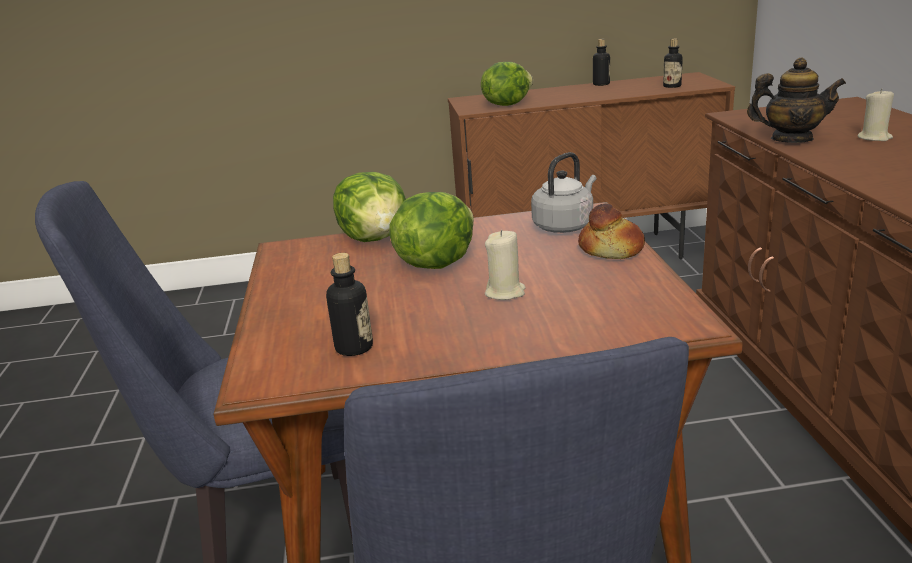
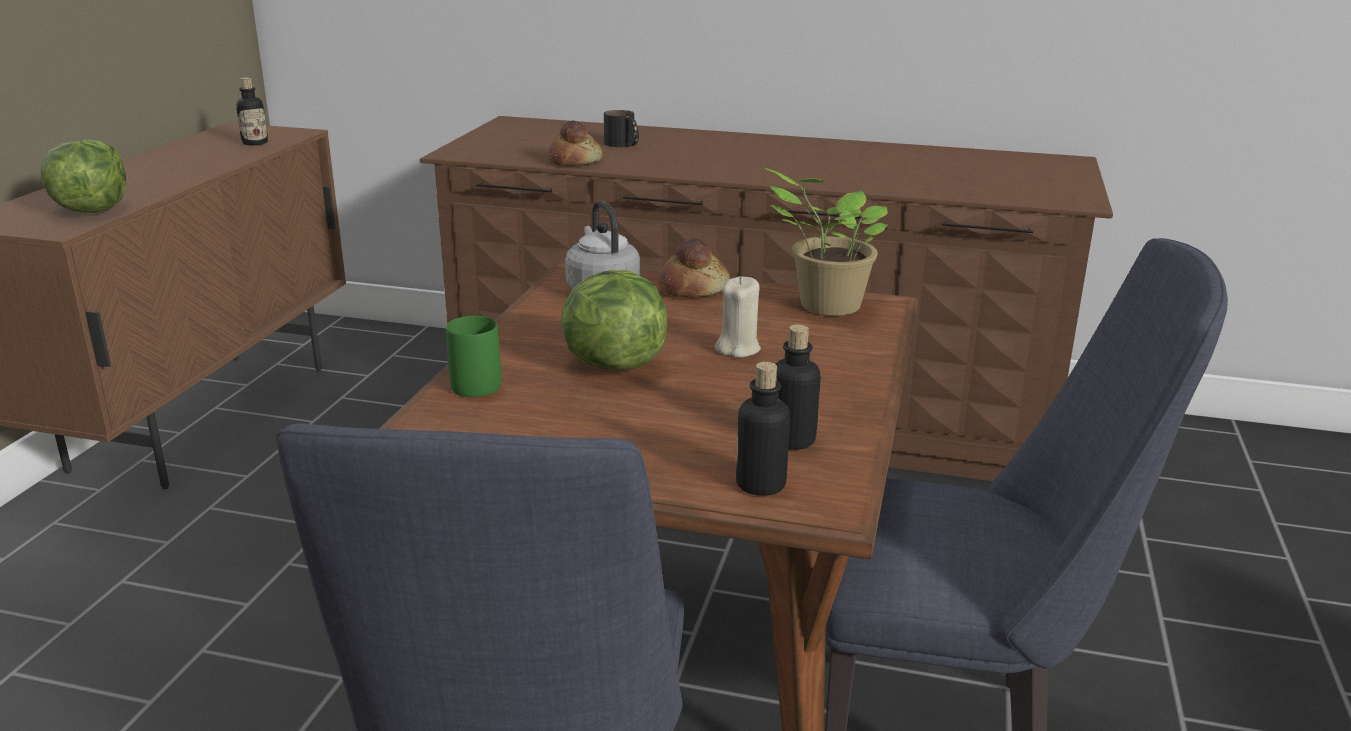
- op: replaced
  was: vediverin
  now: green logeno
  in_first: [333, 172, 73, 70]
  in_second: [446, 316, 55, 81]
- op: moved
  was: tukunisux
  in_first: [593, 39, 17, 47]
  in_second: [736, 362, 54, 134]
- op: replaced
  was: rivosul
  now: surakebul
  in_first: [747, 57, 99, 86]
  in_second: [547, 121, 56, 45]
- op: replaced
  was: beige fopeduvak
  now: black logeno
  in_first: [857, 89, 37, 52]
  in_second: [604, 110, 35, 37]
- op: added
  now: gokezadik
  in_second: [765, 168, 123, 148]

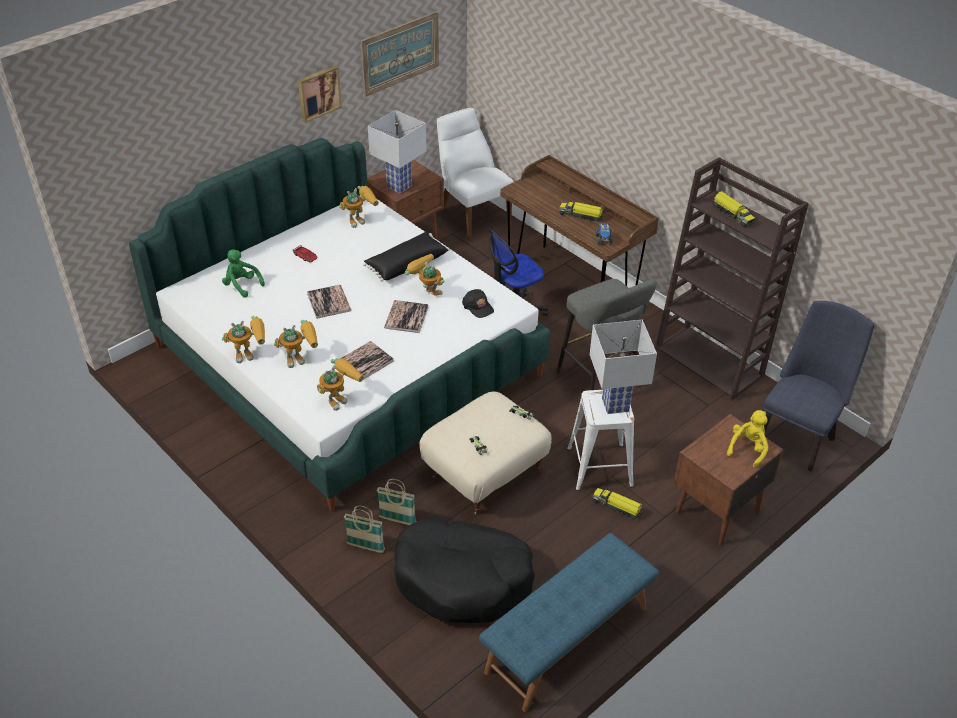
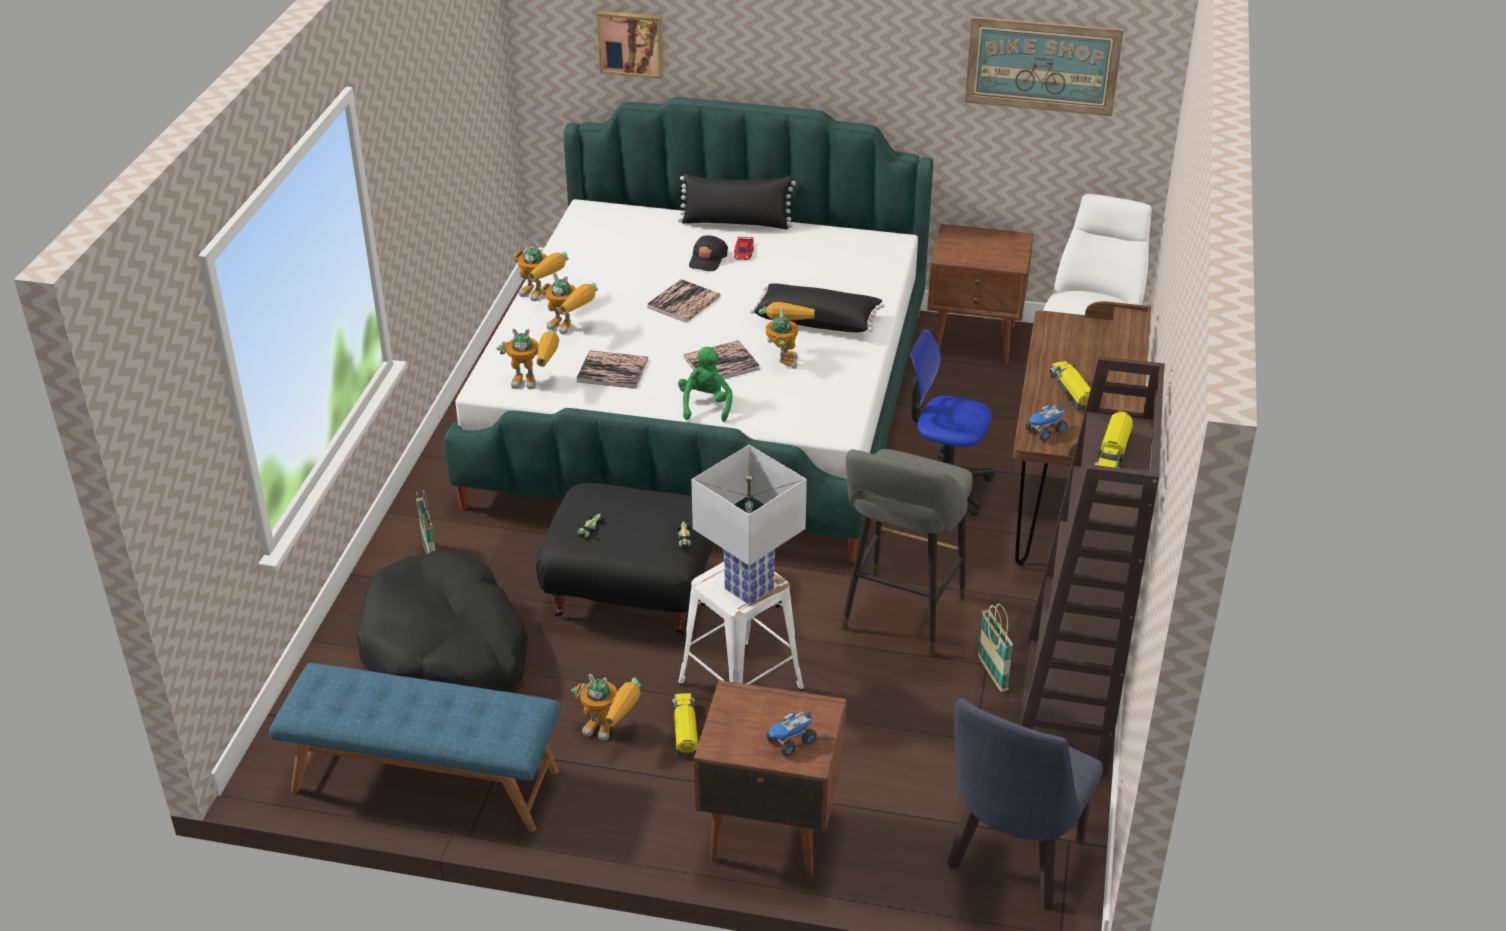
- op: moved
  was: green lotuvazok
  in_first: [222, 249, 43, 49]
  in_second: [678, 347, 54, 75]
- op: moved
  was: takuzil
  in_first: [298, 66, 44, 57]
  in_second: [597, 11, 66, 68]
- op: moved
  was: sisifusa
  in_first: [339, 186, 40, 42]
  in_second: [571, 674, 70, 67]
- op: removed
  was: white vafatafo
  in_first: [368, 110, 59, 84]
- op: moved
  was: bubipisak
  in_first: [377, 479, 39, 46]
  in_second: [978, 603, 35, 89]
- op: recoloured
  was: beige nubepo
  now: black nubepo
  in_first: [419, 392, 133, 123]
  in_second: [536, 483, 178, 152]
- op: moved
  was: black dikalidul
  in_first: [462, 289, 32, 29]
  in_second: [689, 235, 39, 36]
- op: replaced
  was: yellow lotuvazok
  now: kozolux
  in_first: [727, 410, 41, 58]
  in_second: [766, 710, 51, 46]
- op: turned
  was: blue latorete
  in_first: [764, 301, 110, 171]
  in_second: [947, 698, 156, 211]
  clockwise: 120
- op: added
  now: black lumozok
  in_second: [678, 174, 118, 55]

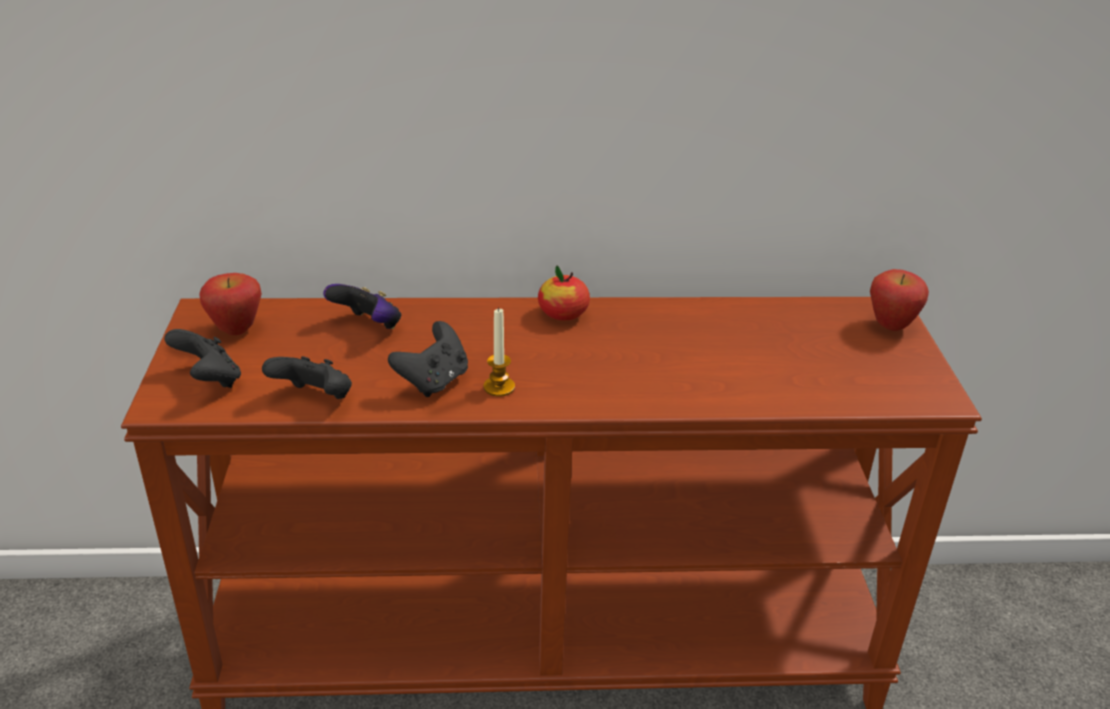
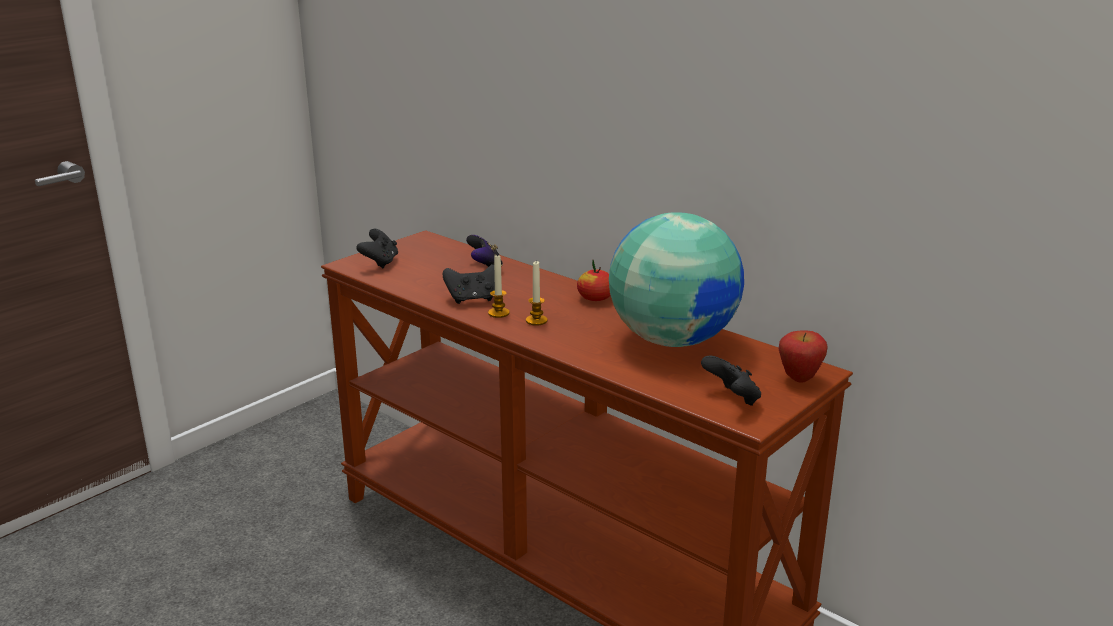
- op: removed
  was: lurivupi
  in_first: [199, 273, 63, 62]
- op: moved
  was: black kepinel
  in_first: [262, 356, 90, 43]
  in_second: [701, 356, 60, 50]
- op: added
  now: fopeduvak
  in_second: [526, 261, 22, 65]
- op: added
  now: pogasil
  in_second: [609, 212, 135, 135]

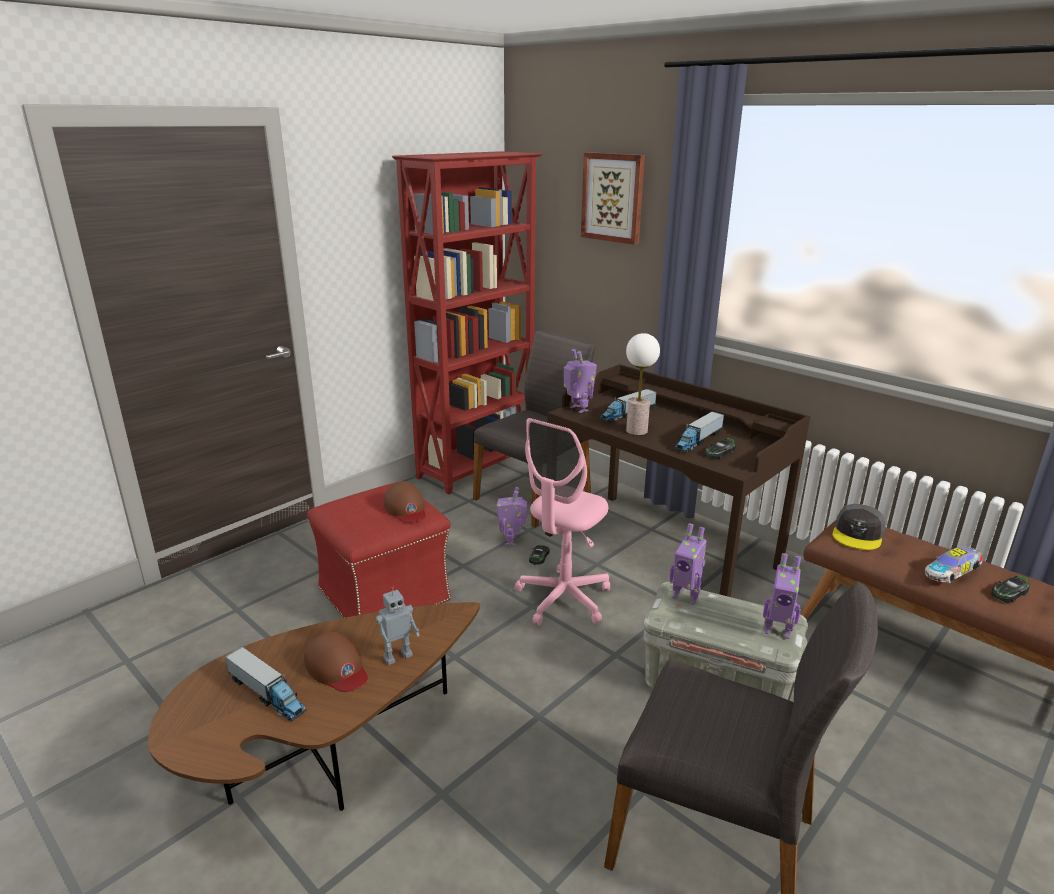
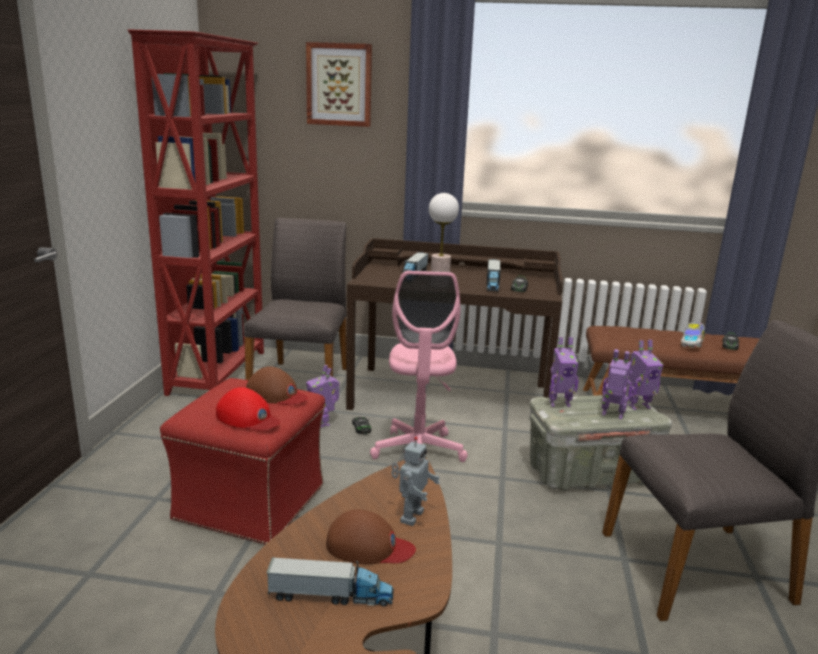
- op: moved
  was: sisifusa
  in_first: [564, 349, 33, 64]
  in_second: [602, 349, 30, 70]
- op: removed
  was: grey dikalidul
  in_first: [832, 504, 54, 46]
- op: added
  now: red dikalidul
  in_second: [216, 387, 64, 44]

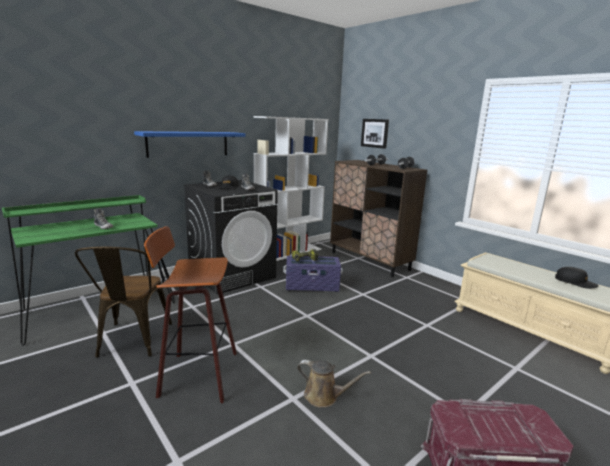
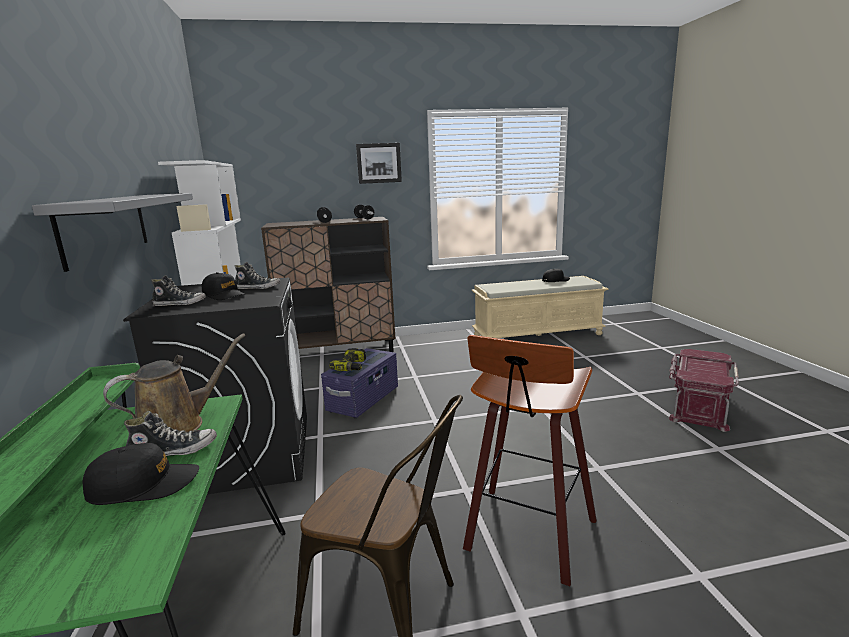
- op: recoloured
  was: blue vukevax
  now: grey vukevax
  in_first: [134, 131, 112, 27]
  in_second: [32, 193, 161, 79]
- op: moved
  was: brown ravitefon
  in_first: [297, 360, 74, 48]
  in_second: [103, 333, 143, 99]
- op: moved
  was: takuzil
  in_first: [361, 119, 28, 30]
  in_second: [356, 143, 46, 41]
- op: added
  now: black dikalidul
  in_second: [83, 443, 116, 62]

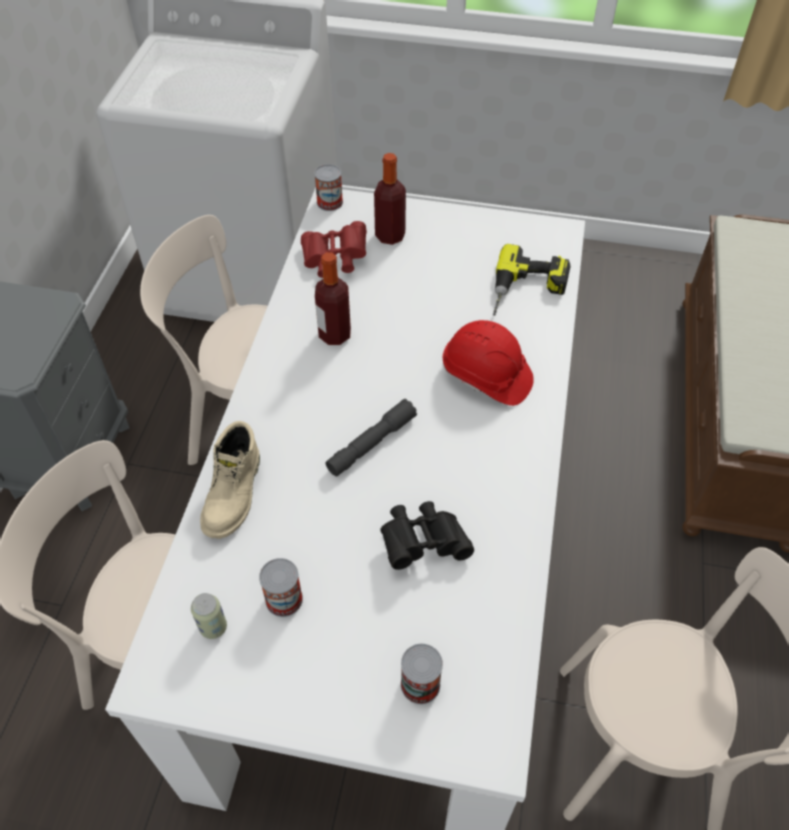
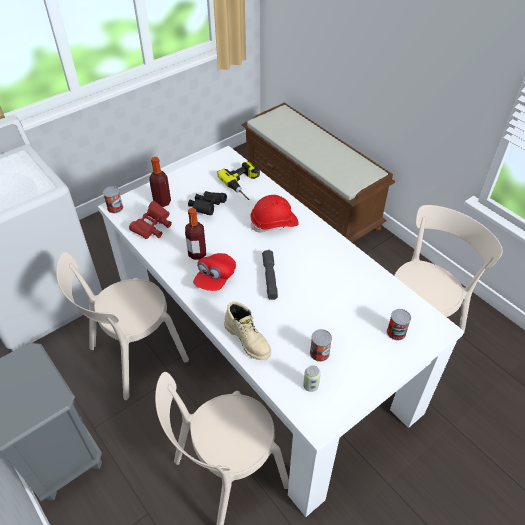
- op: moved
  was: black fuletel
  in_first: [380, 501, 94, 69]
  in_second: [188, 191, 39, 24]
- op: added
  now: red dikalidul
  in_second: [193, 253, 43, 38]

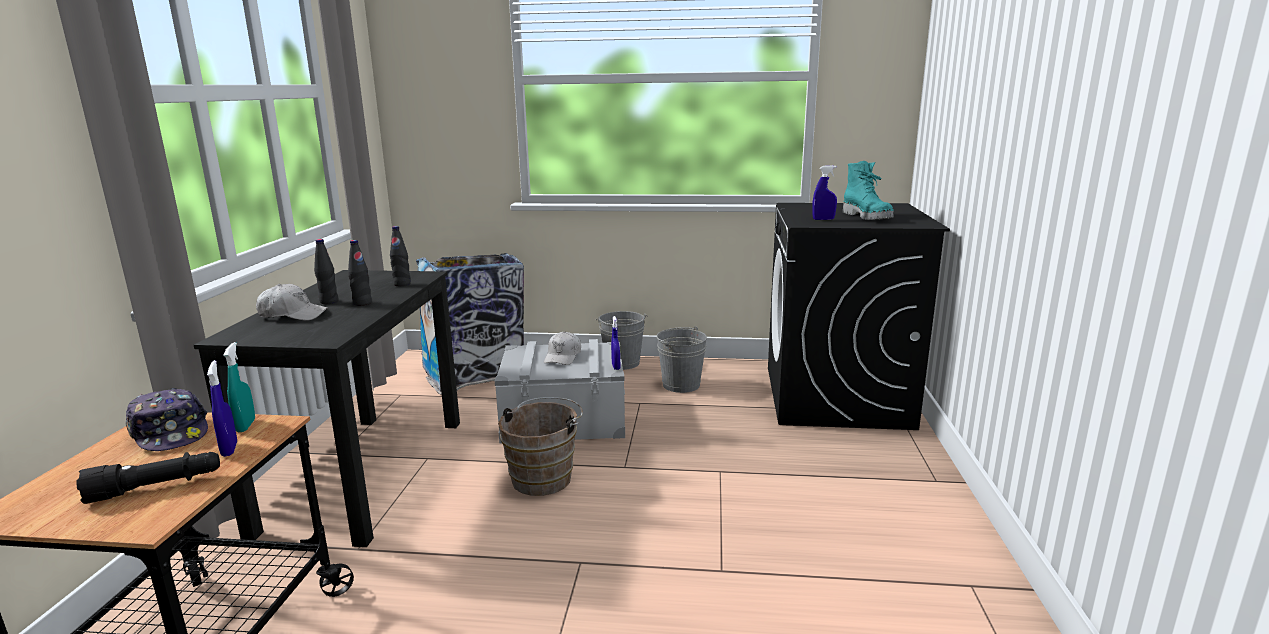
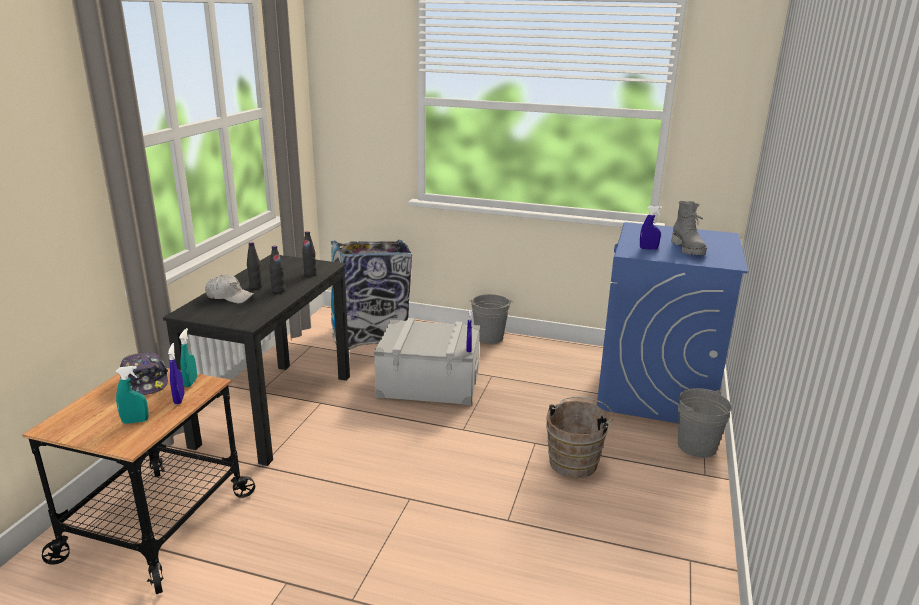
- op: replaced
  was: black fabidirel
  now: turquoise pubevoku
  in_first: [77, 452, 143, 52]
  in_second: [116, 366, 33, 58]
- op: moved
  was: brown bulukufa
  in_first: [498, 397, 85, 99]
  in_second: [546, 397, 68, 81]
- op: removed
  was: white dikalidul
  in_first: [544, 332, 37, 33]
- op: moved
  was: grey bulukufa
  in_first: [656, 326, 51, 67]
  in_second: [678, 388, 54, 70]
- op: recoloured
  was: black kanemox
  now: blue kanemox
  in_first: [768, 203, 182, 227]
  in_second: [597, 222, 151, 201]
- op: recoloured
  was: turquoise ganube
  now: grey ganube
  in_first: [843, 161, 51, 59]
  in_second: [671, 201, 36, 54]

